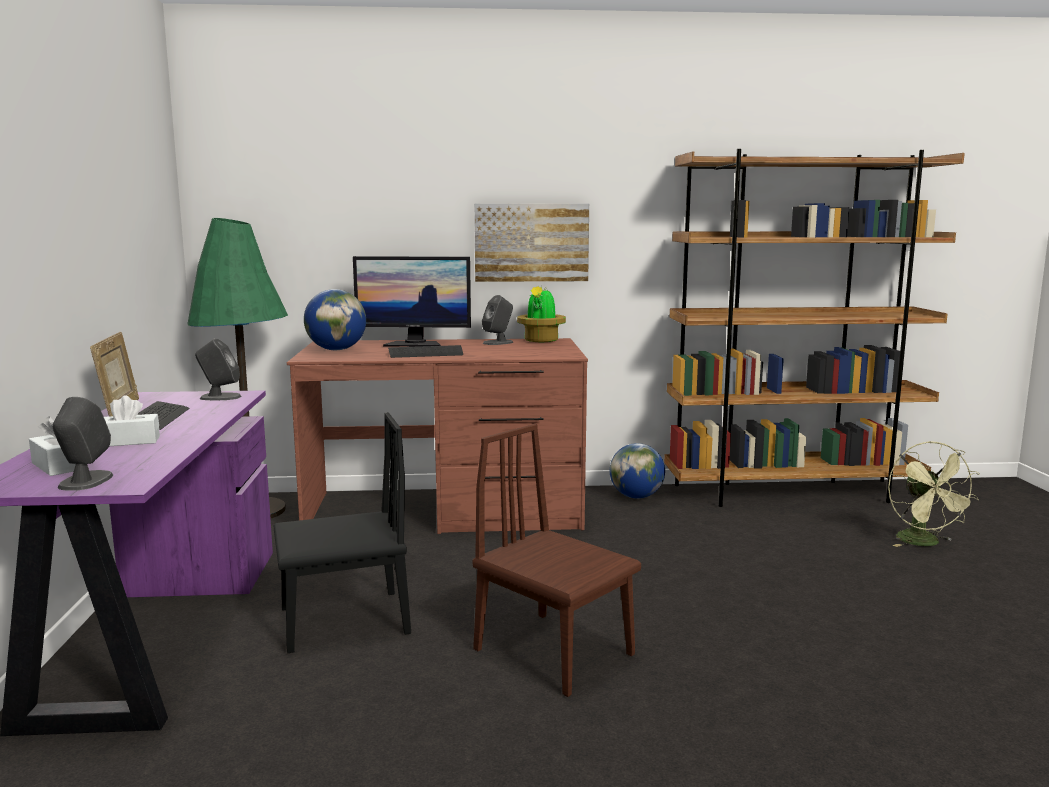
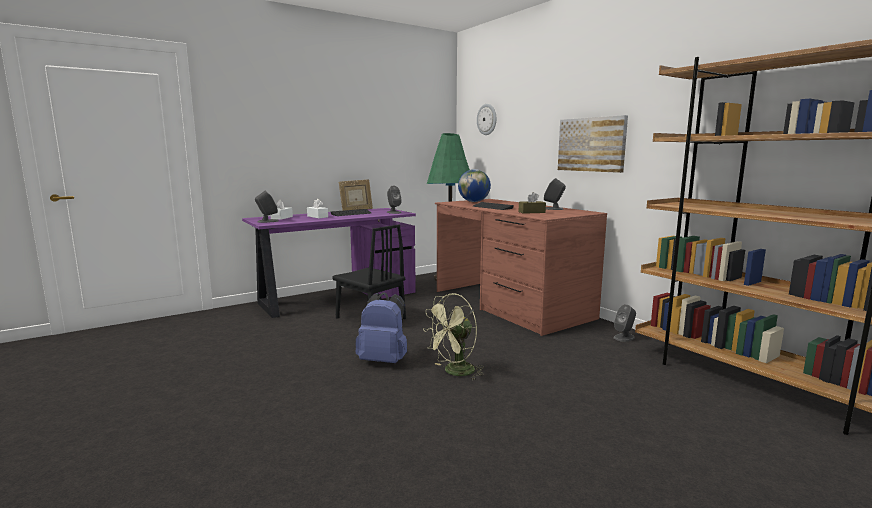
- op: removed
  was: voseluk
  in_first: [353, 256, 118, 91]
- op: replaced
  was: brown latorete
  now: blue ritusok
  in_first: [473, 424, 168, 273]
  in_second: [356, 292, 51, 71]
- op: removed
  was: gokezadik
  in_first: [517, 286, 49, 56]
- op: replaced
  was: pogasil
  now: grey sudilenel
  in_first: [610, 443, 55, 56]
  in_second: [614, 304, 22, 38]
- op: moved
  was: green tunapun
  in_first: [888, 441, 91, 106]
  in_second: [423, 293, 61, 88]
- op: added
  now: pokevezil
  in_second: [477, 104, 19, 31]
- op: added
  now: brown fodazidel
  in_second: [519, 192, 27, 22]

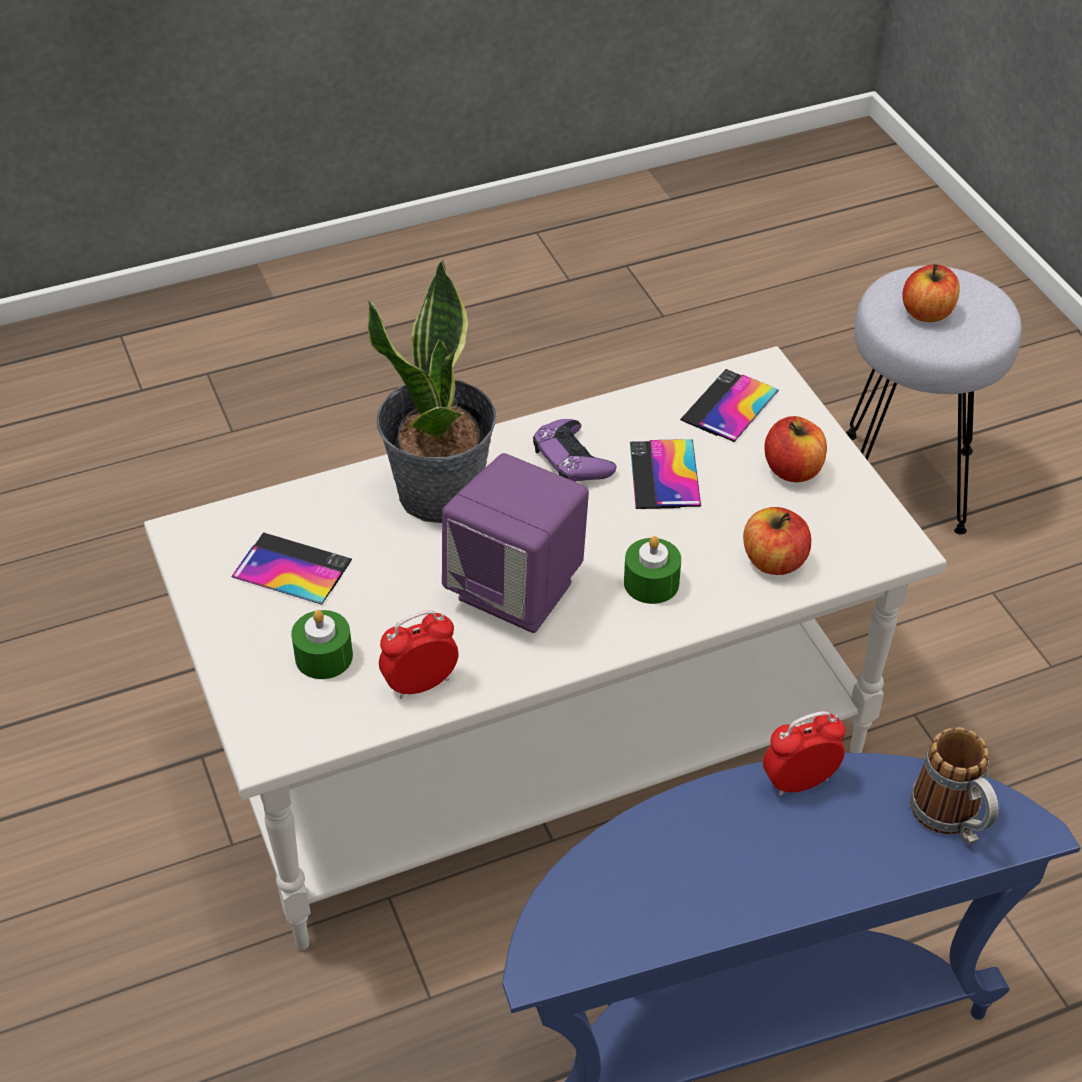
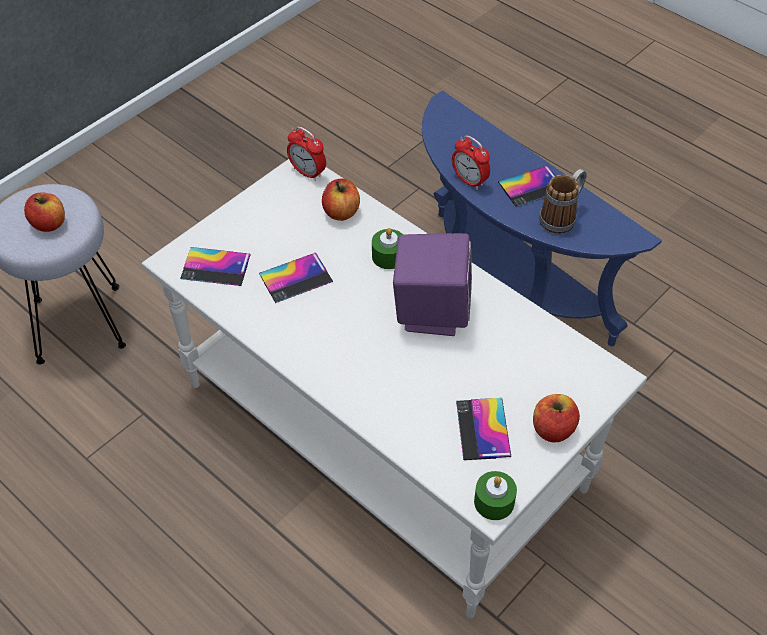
- op: moved
  was: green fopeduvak
  in_first: [291, 610, 62, 69]
  in_second: [474, 471, 43, 49]
- op: removed
  was: gokezadik
  in_first: [368, 260, 128, 263]
- op: moved
  was: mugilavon
  in_first: [379, 610, 80, 89]
  in_second: [287, 127, 39, 54]
- op: removed
  was: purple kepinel
  in_first: [533, 419, 83, 63]
- op: moved
  was: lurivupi
  in_first: [764, 416, 63, 66]
  in_second: [533, 394, 47, 48]
- op: moved
  was: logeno
  in_first: [910, 727, 89, 118]
  in_second: [539, 169, 48, 65]
- op: added
  now: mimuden
  in_second: [498, 165, 58, 42]

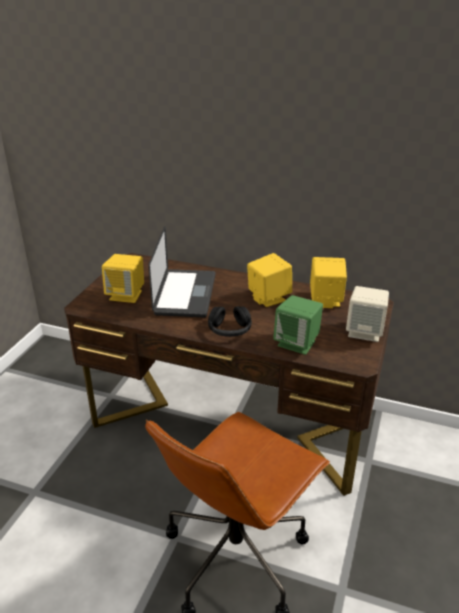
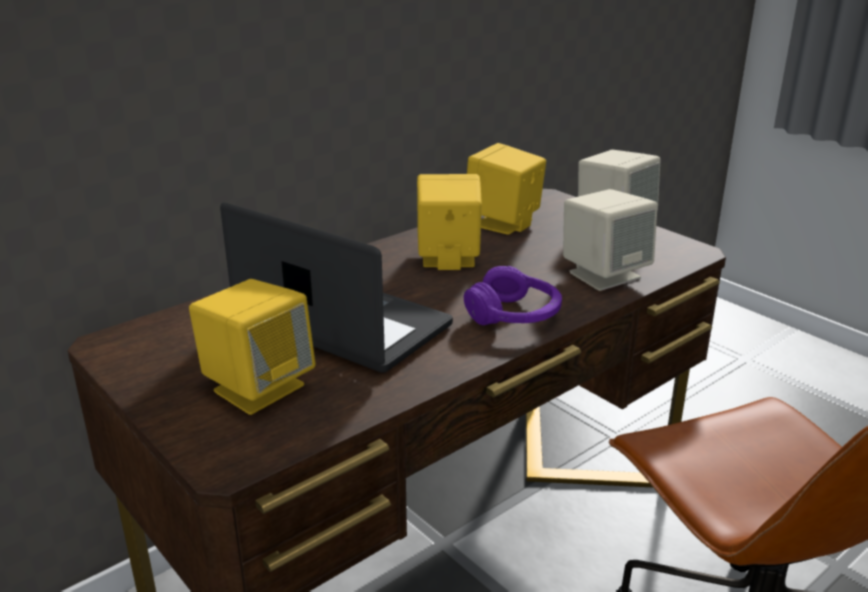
- op: recoloured
  was: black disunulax
  now: purple disunulax
  in_first: [208, 306, 44, 31]
  in_second: [464, 266, 98, 59]
- op: recoloured
  was: green sudilenel
  now: beige sudilenel
  in_first: [273, 295, 50, 60]
  in_second: [563, 189, 95, 102]

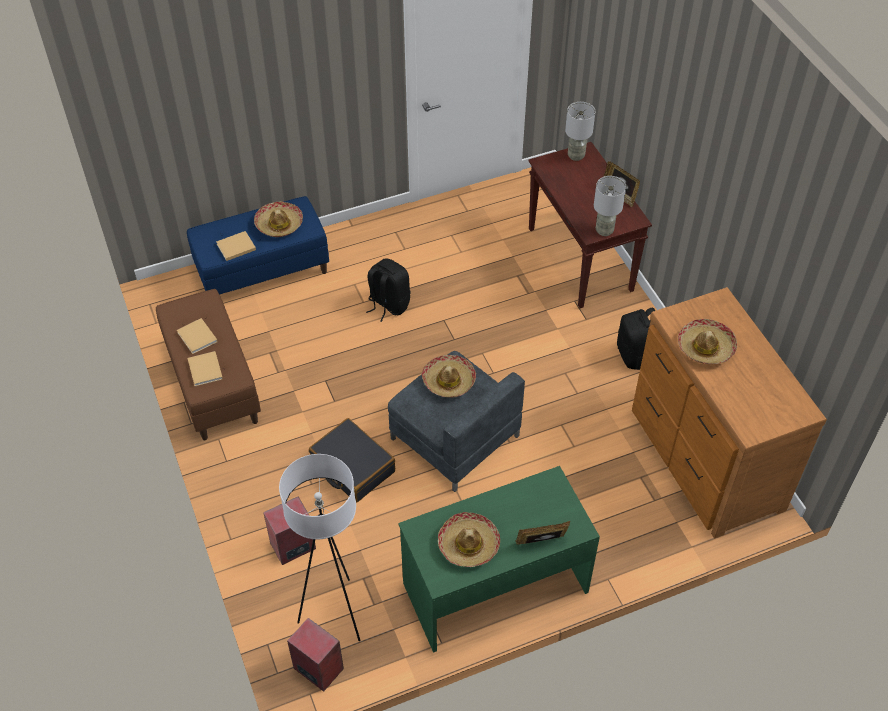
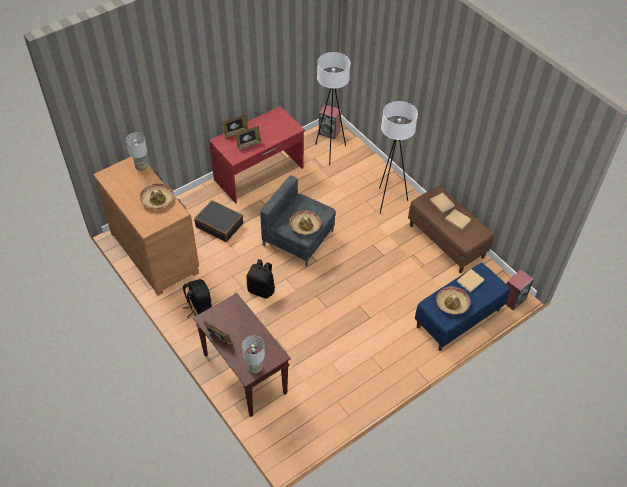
- op: moved
  was: sudilenel
  in_first: [263, 496, 53, 69]
  in_second: [505, 269, 29, 42]
- op: moved
  was: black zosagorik
  in_first: [309, 418, 86, 85]
  in_second: [194, 200, 49, 42]
- op: moved
  was: black ritusok
  in_first: [366, 258, 44, 64]
  in_second: [246, 259, 29, 40]
- op: recoloured
  was: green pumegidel
  now: red pumegidel
  in_first: [398, 466, 202, 187]
  in_second: [209, 106, 96, 98]
- op: removed
  was: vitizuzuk
  in_first: [438, 512, 62, 55]
- op: moved
  was: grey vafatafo
  in_first: [594, 176, 32, 60]
  in_second: [126, 133, 21, 38]
- op: added
  now: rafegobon
  in_second: [236, 126, 25, 24]
- op: added
  now: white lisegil
  in_second: [379, 101, 39, 113]

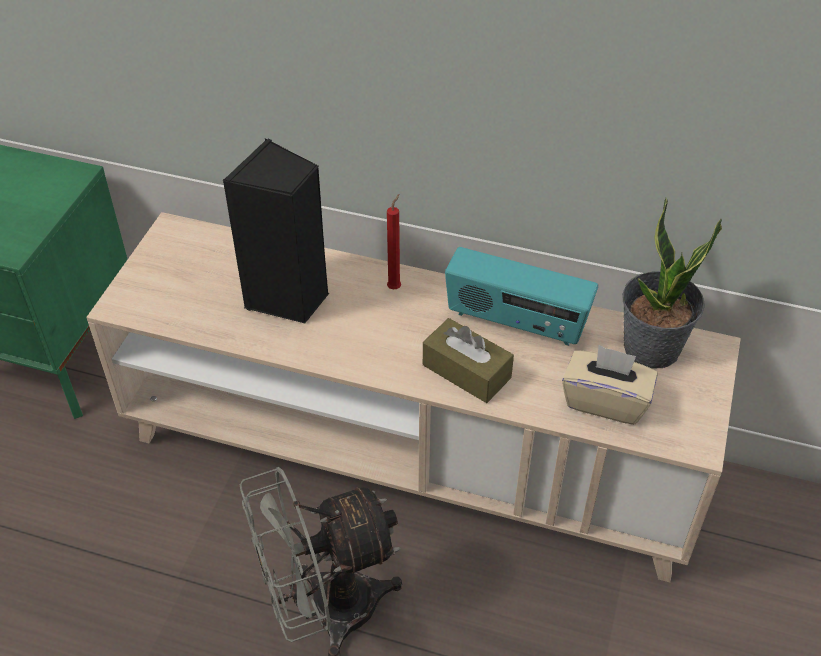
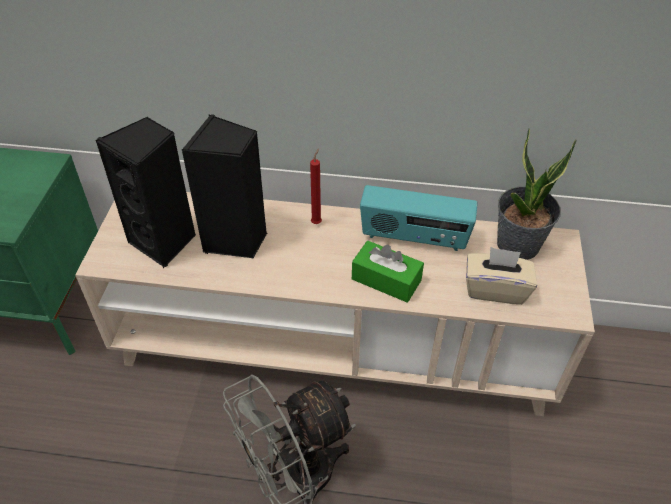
- op: recoloured
  was: brown fodazidel
  now: green fodazidel
  in_first: [423, 318, 91, 85]
  in_second: [352, 241, 72, 62]
- op: added
  now: black sudilenel
  in_second: [96, 117, 100, 151]

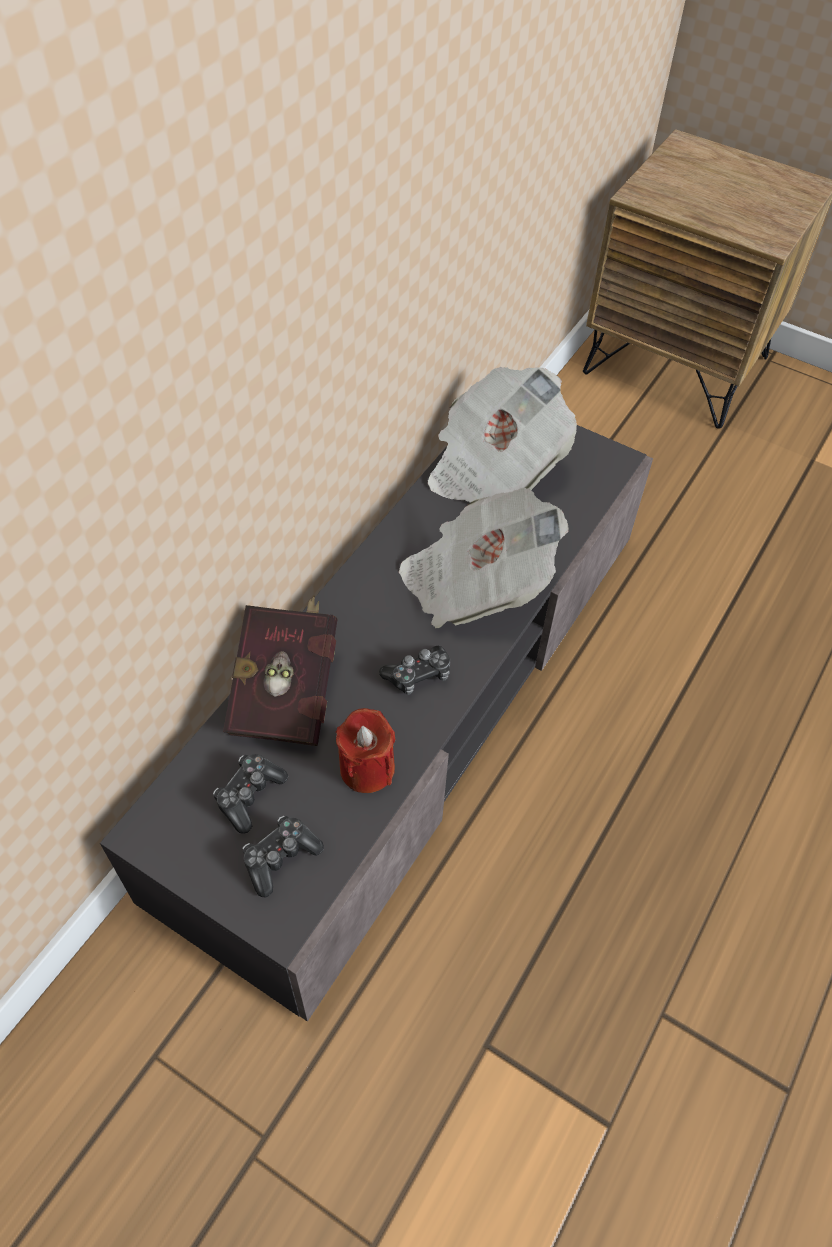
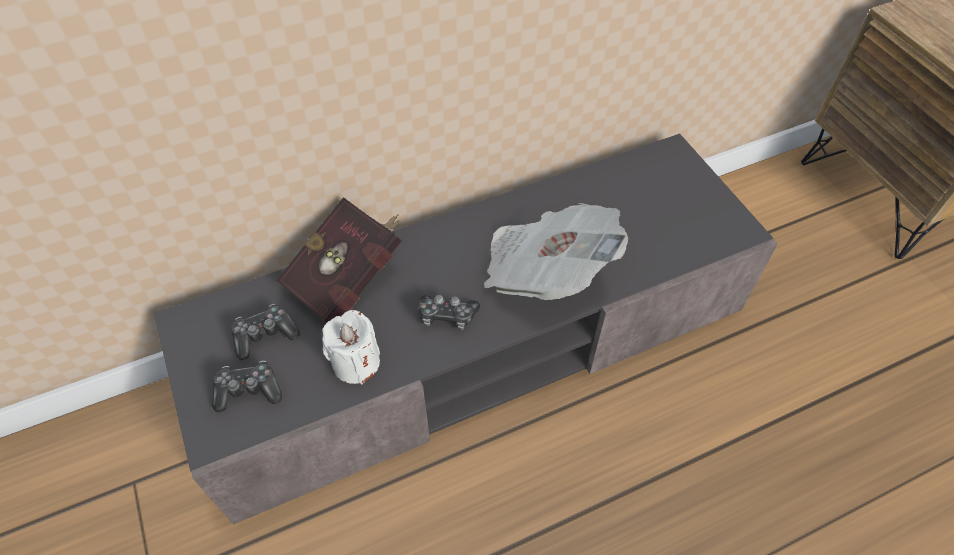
- op: recoloured
  was: red fopeduvak
  now: white fopeduvak
  in_first: [336, 708, 59, 85]
  in_second: [323, 310, 57, 74]
- op: removed
  was: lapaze
  in_first: [428, 367, 149, 136]

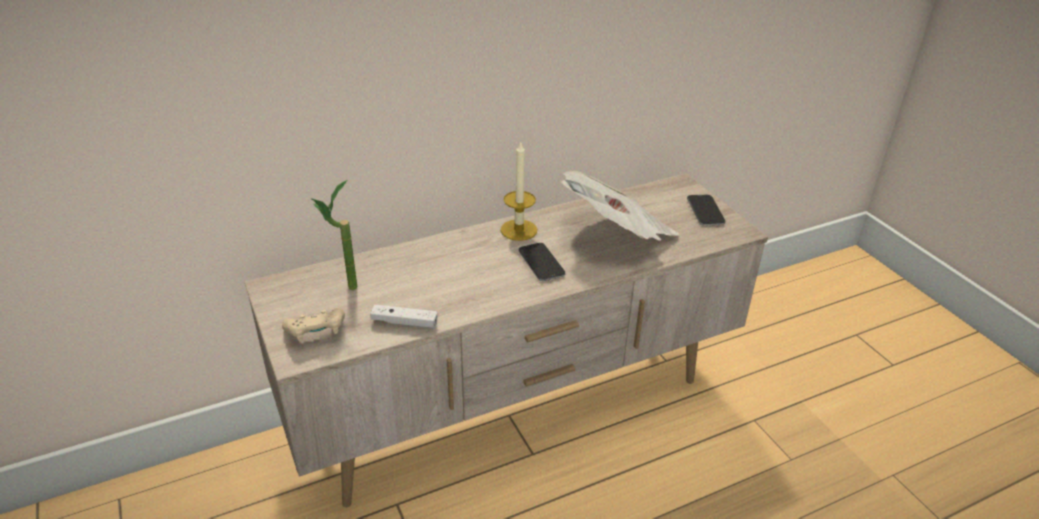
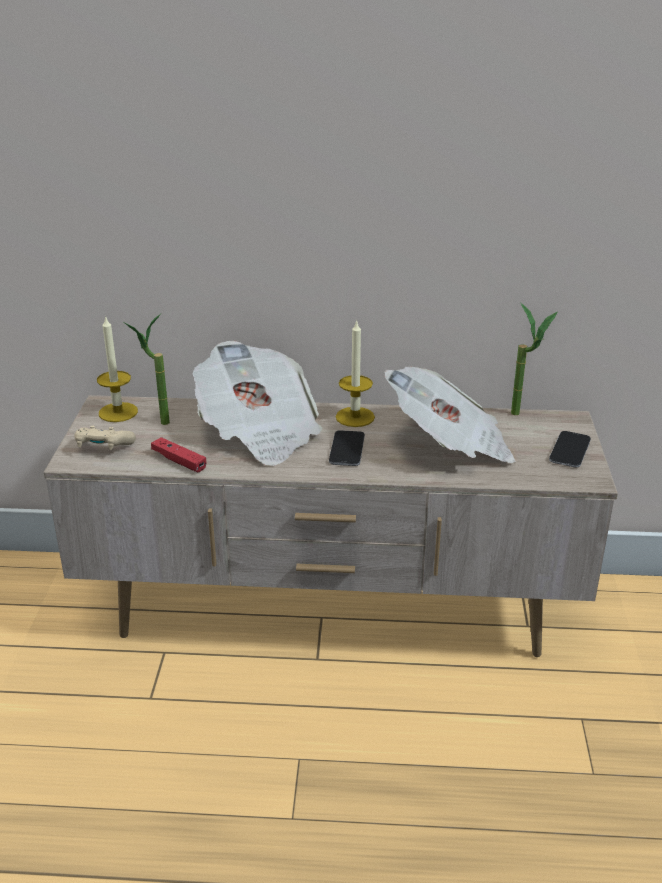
- op: recoloured
  was: white kepinel
  now: red kepinel
  in_first: [370, 305, 67, 24]
  in_second: [151, 437, 55, 35]
- op: added
  now: fopeduvak
  in_second: [97, 315, 41, 107]
- op: added
  now: lapaze
  in_second: [193, 341, 129, 125]
- op: added
  now: gokezadik
  in_second: [511, 303, 47, 112]

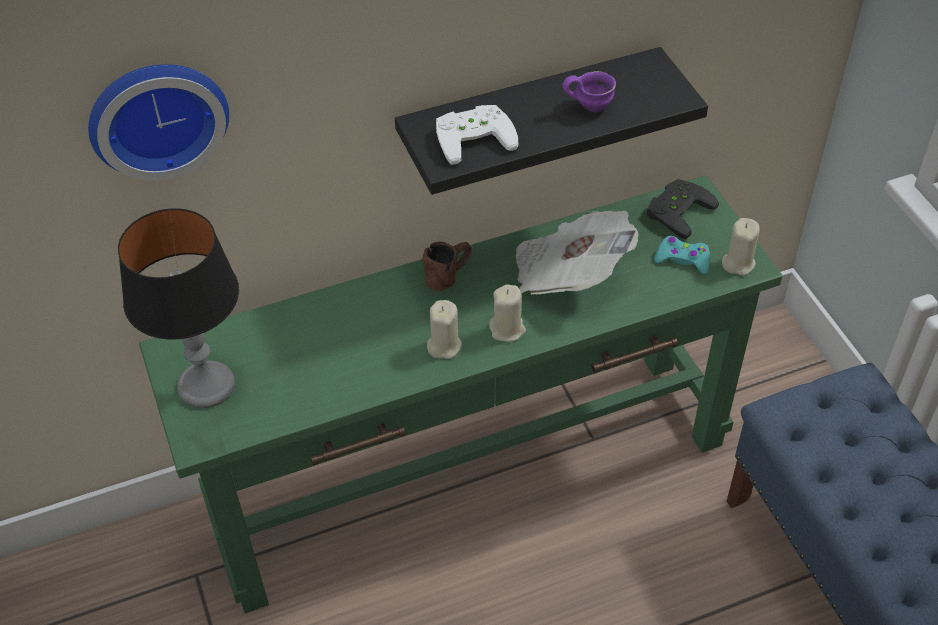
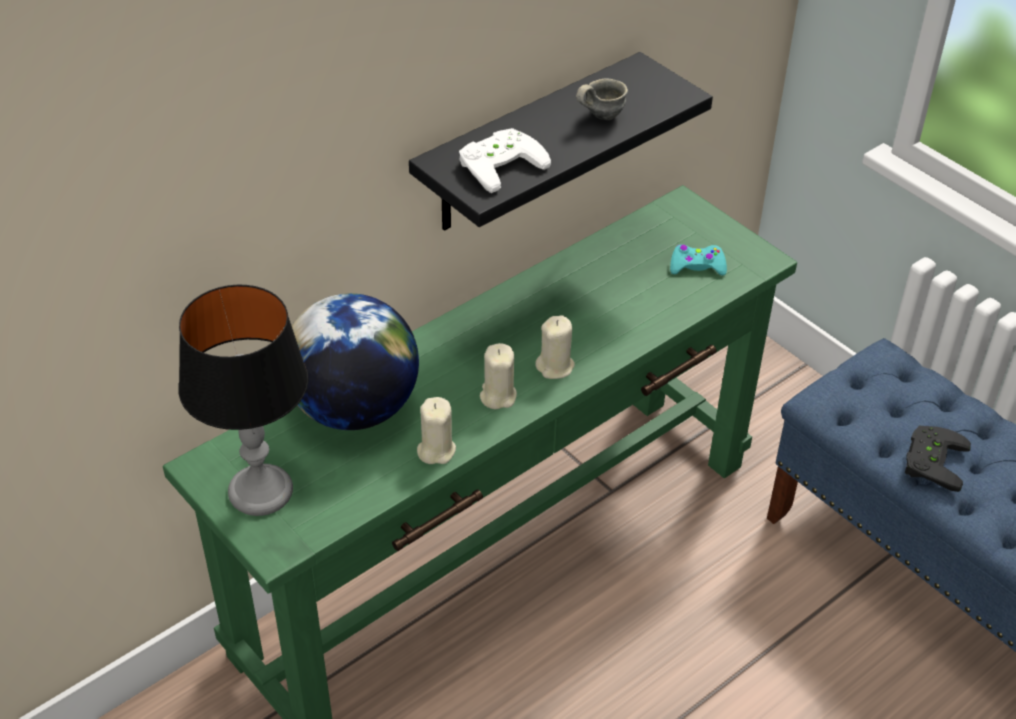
- op: removed
  was: pokevezil
  in_first: [88, 64, 141, 117]
- op: removed
  was: brown logeno
  in_first: [422, 242, 50, 49]
- op: removed
  was: lapaze
  in_first: [516, 211, 122, 83]
- op: recoloured
  was: purple logeno
  now: grey logeno
  in_first: [563, 71, 53, 41]
  in_second: [576, 79, 52, 41]
- op: moved
  was: black kepinel
  in_first: [647, 179, 72, 60]
  in_second: [905, 426, 66, 66]
- op: moved
  was: beige fopeduvak
  in_first: [722, 218, 38, 58]
  in_second: [417, 397, 39, 67]
- op: added
  now: pogasil
  in_second: [292, 293, 127, 137]

